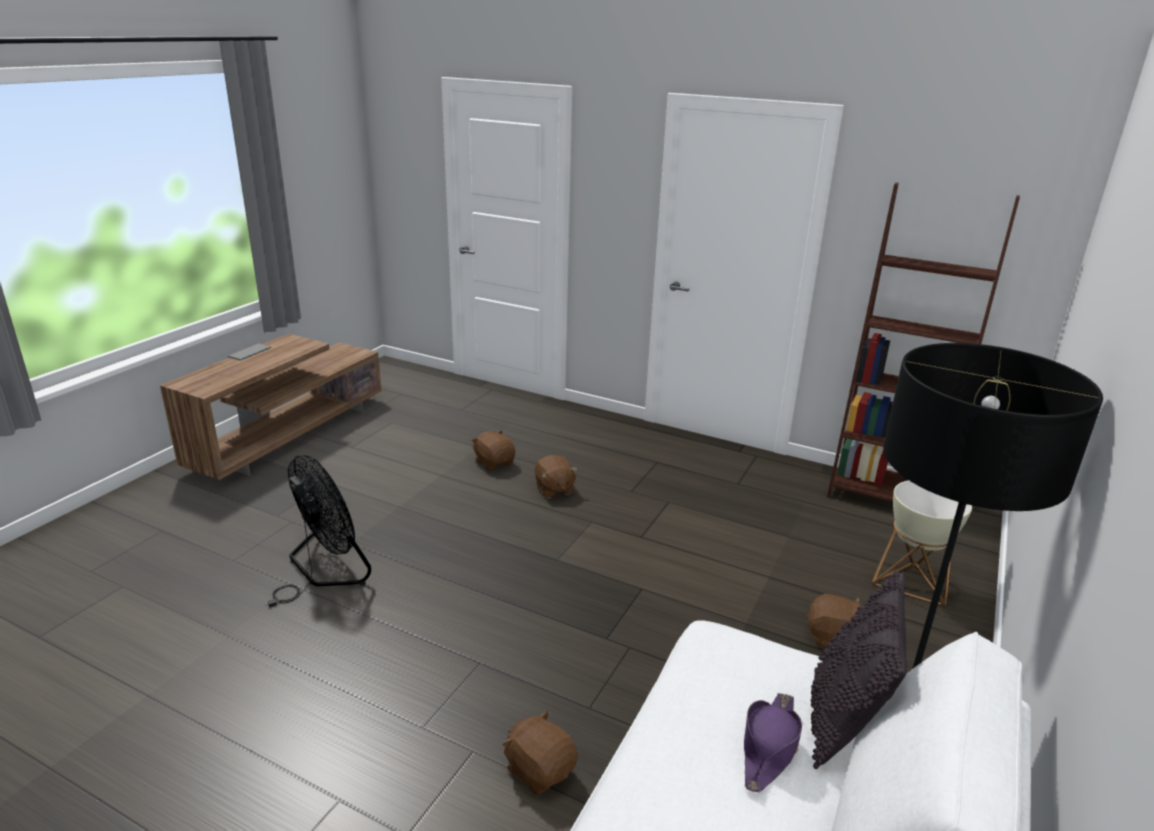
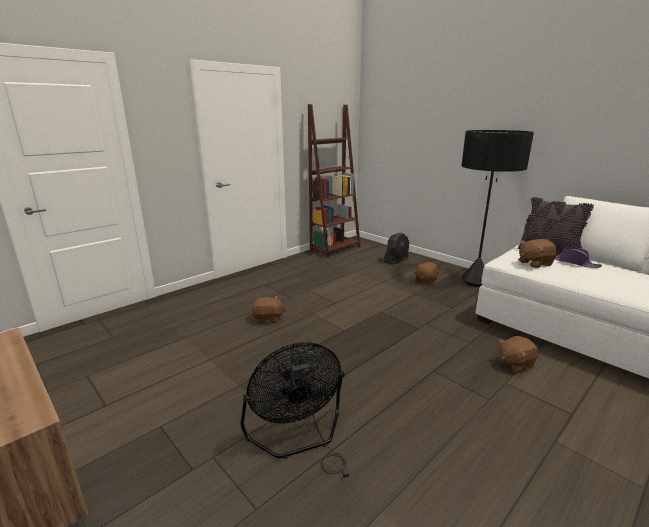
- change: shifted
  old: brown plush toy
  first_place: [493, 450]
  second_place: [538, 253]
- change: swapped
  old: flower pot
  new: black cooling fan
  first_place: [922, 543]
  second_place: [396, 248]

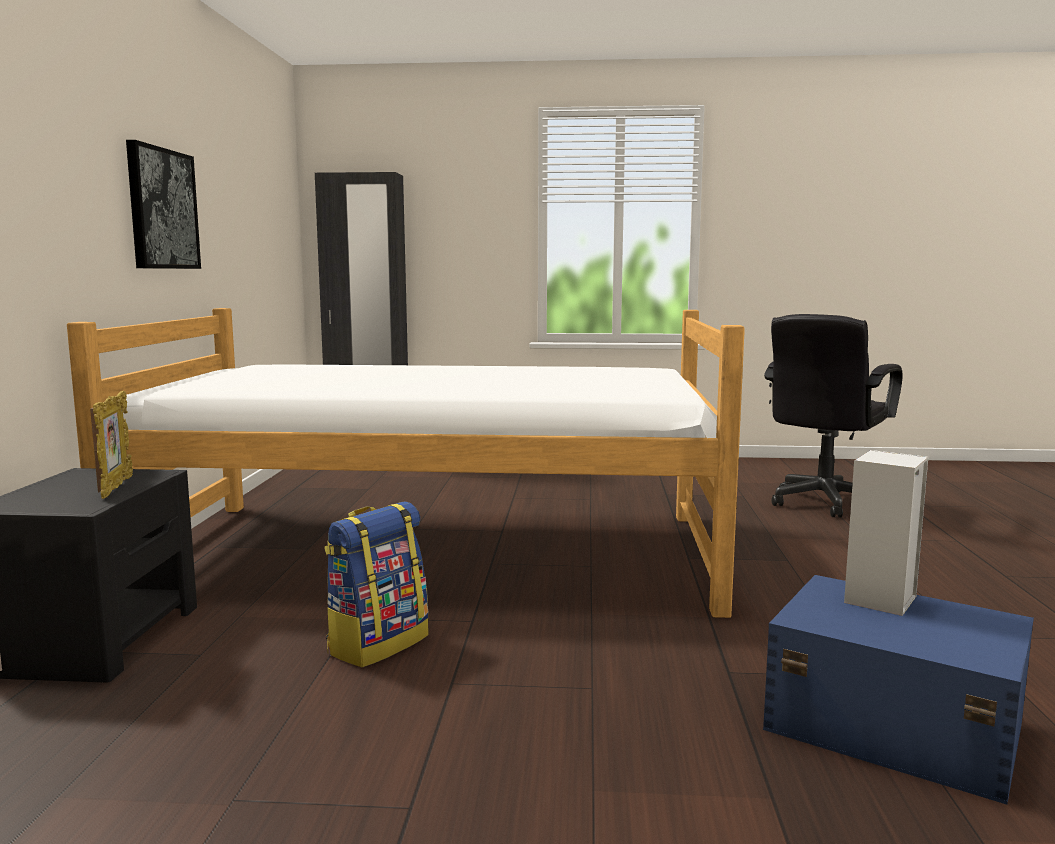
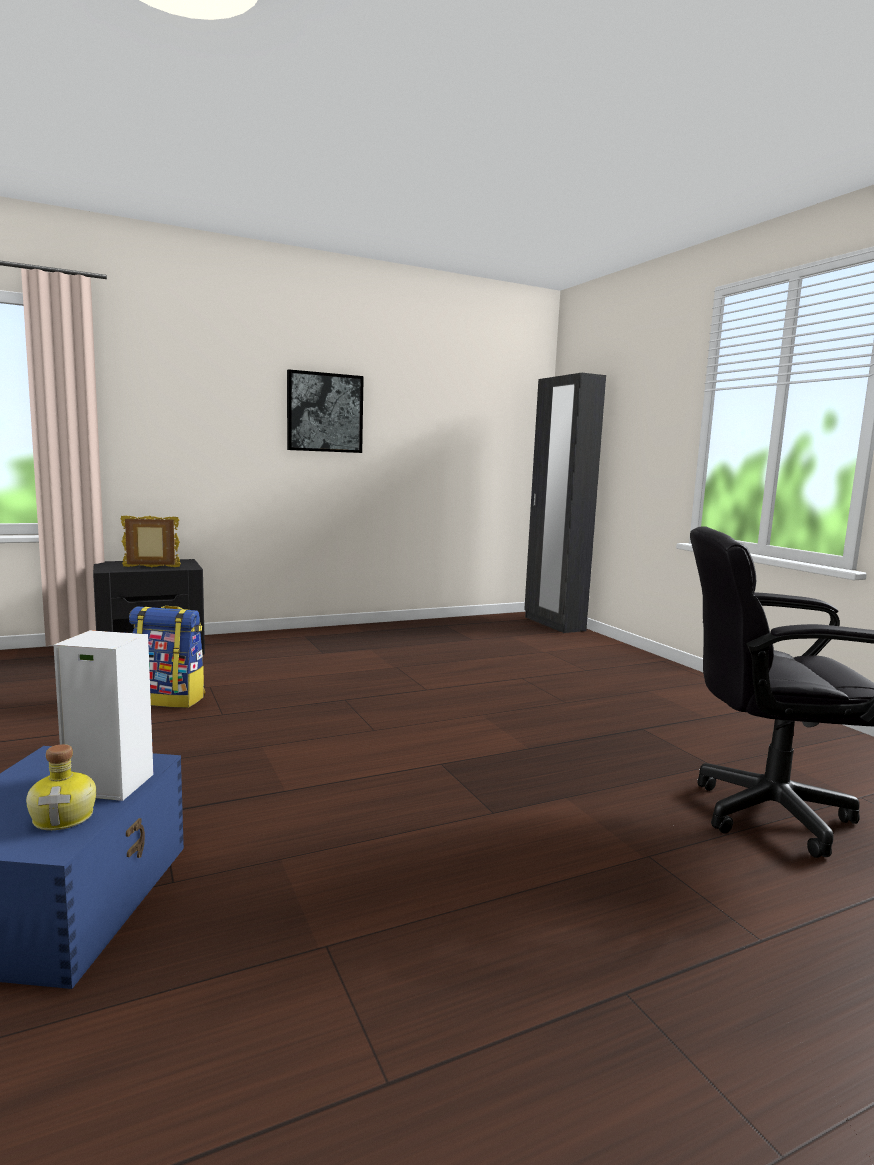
- change: gone
  old: bed
  first_place: [406, 463]
- change: rotated
  old: photo frame
  first_place: [111, 445]
  second_place: [151, 541]
  degrees: -150
- change: new
  new: drink bottle
  second_place: [61, 787]

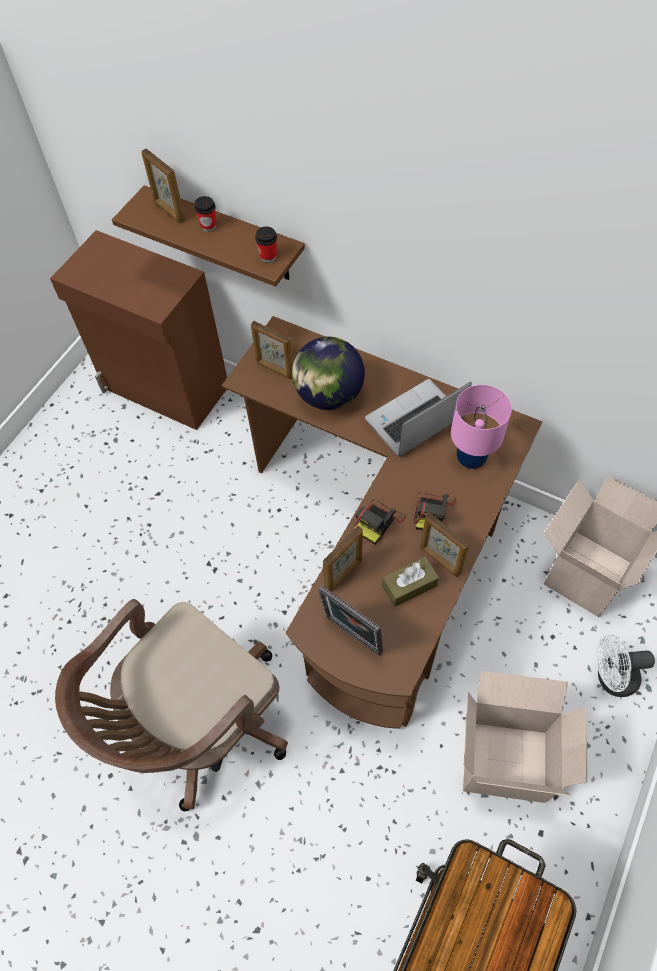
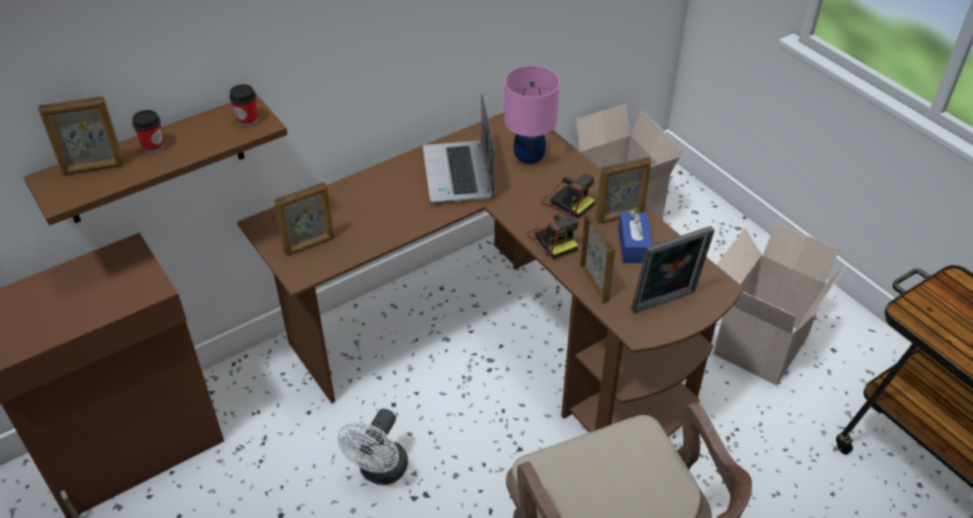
- change: gone
  old: globe
  first_place: [328, 373]
- change: repainted
  old: brown tissue box
  new: bluish tissue box
  first_place: [410, 581]
  second_place: [635, 237]
- change: shifted
  old: white-coloured cooling fan
  first_place: [625, 665]
  second_place: [373, 447]

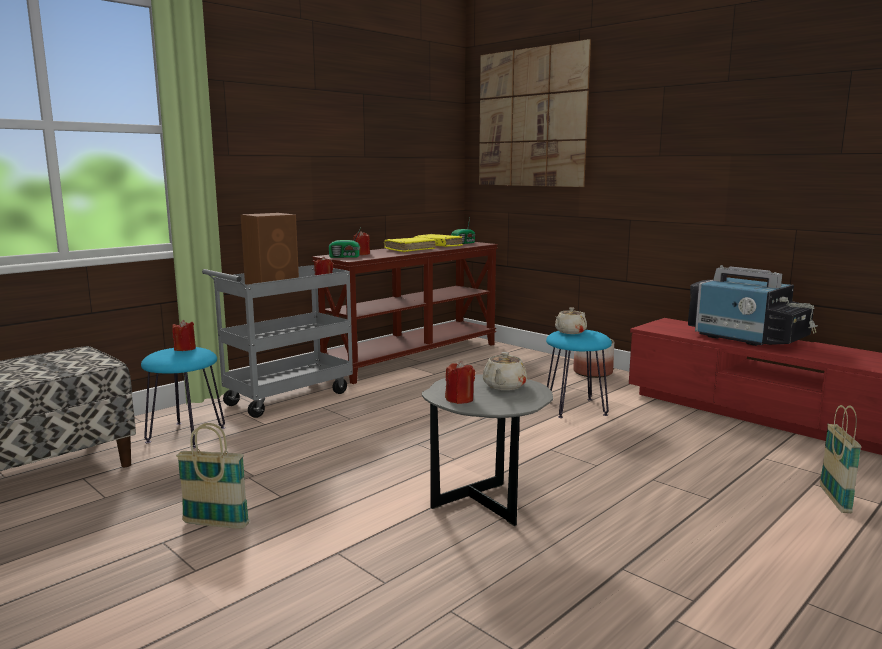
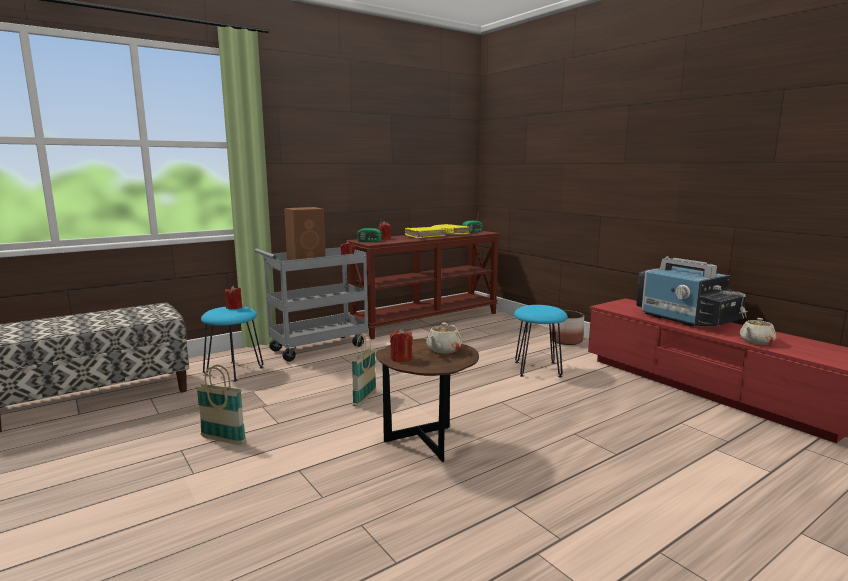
- change: repainted
  old: gray side table
  new: brown side table
  first_place: [487, 450]
  second_place: [427, 400]
- change: gone
  old: picture
  first_place: [535, 113]
- change: shifted
  old: beige pot for tea
  first_place: [571, 320]
  second_place: [757, 331]
- change: shifted
  old: basket
  first_place: [840, 459]
  second_place: [364, 370]

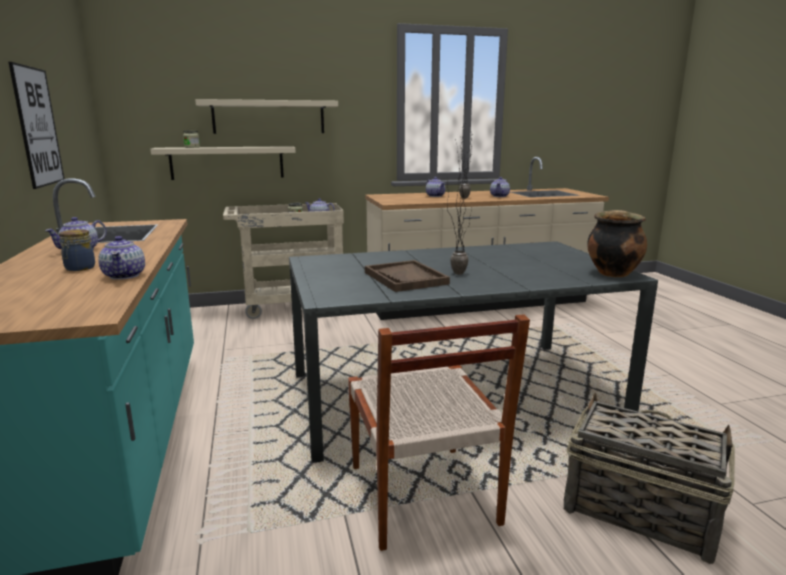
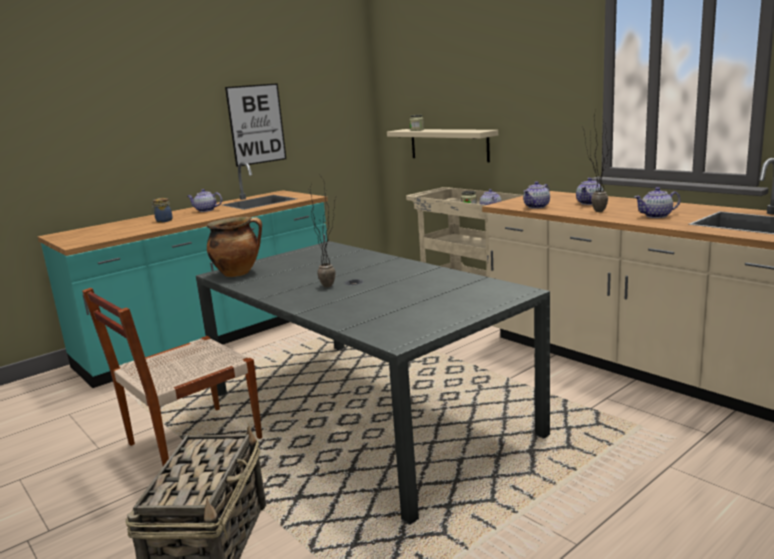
- change: shifted
  old: pot for tea
  first_place: [121, 258]
  second_place: [536, 195]
- change: gone
  old: beige bracket shelf
  first_place: [266, 116]
- change: gone
  old: brown carrying tray
  first_place: [407, 276]
- change: shifted
  old: cooking pot
  first_place: [617, 243]
  second_place: [234, 247]

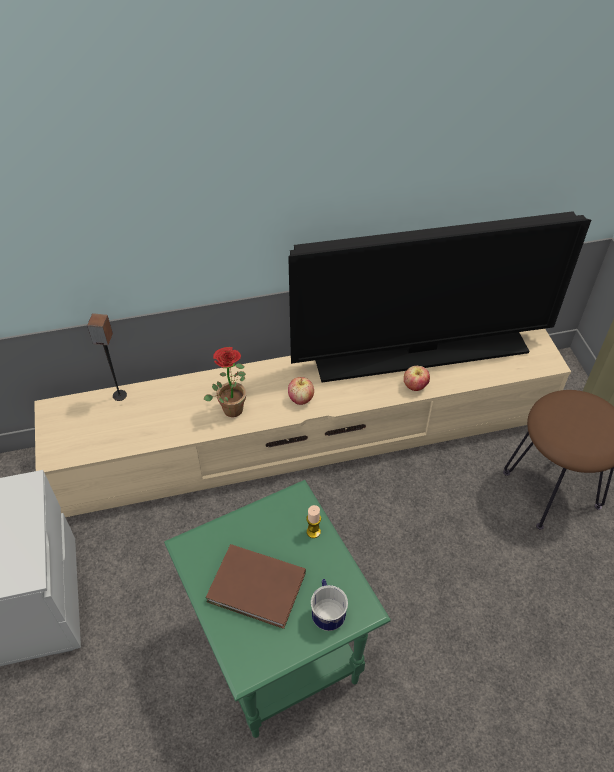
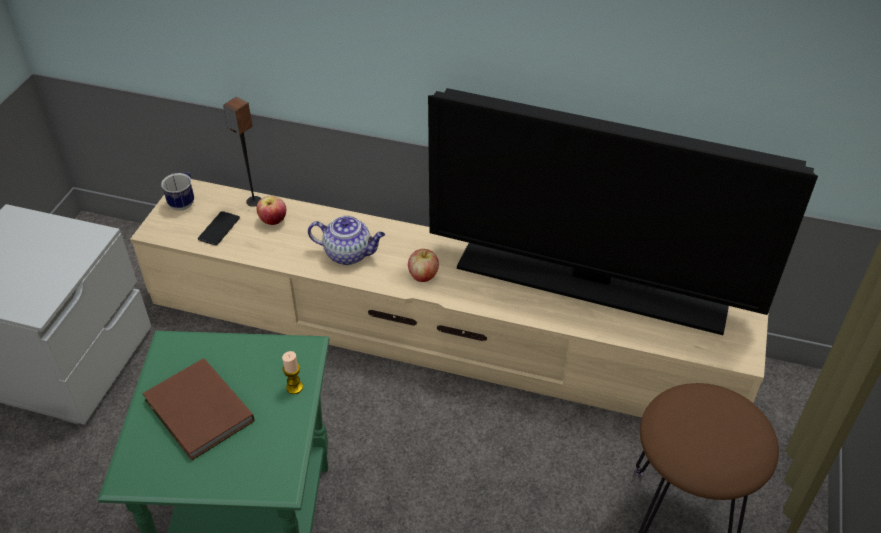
- change: swapped
  old: potted plant
  new: pot for tea
  first_place: [225, 382]
  second_place: [346, 240]
- change: shifted
  old: tea mug
  first_place: [329, 605]
  second_place: [177, 191]
- change: shifted
  old: apple fruit
  first_place: [417, 378]
  second_place: [271, 210]
- change: new
  new: handset
  second_place: [219, 228]

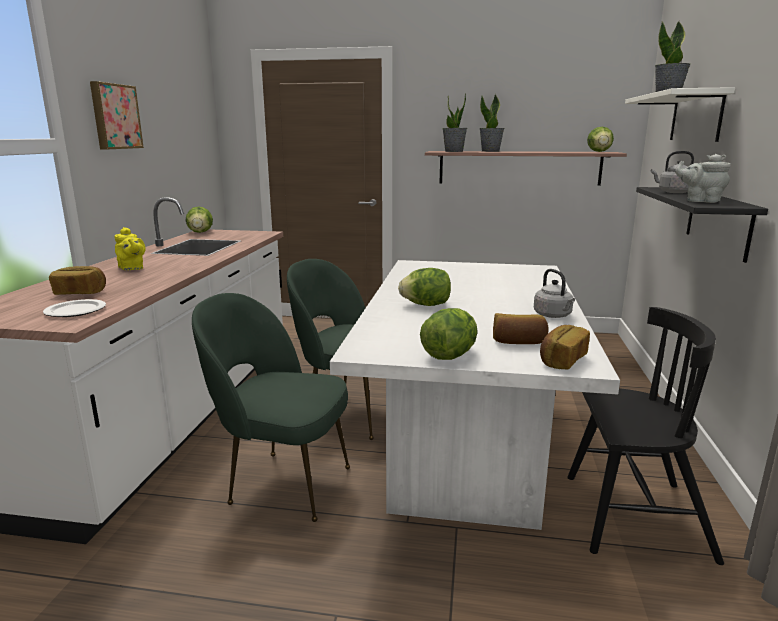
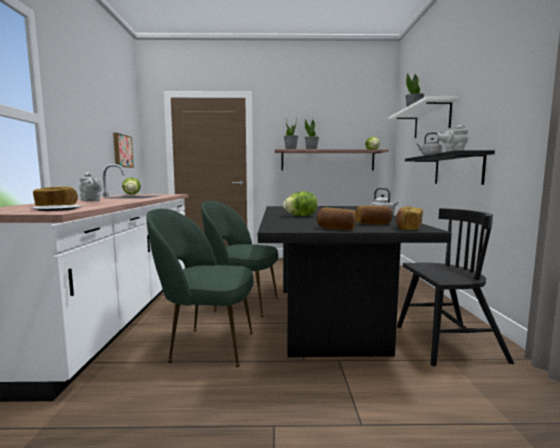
- change: shifted
  old: picture
  first_place: [117, 115]
  second_place: [123, 150]
- change: repainted
  old: yellow pot for tea
  new: gray pot for tea
  first_place: [130, 248]
  second_place: [90, 186]
- change: repainted
  old: white-coloured kitchen table
  new: black kitchen table
  first_place: [475, 395]
  second_place: [355, 281]
- change: swapped
  old: head of lettuce
  new: baked bread
  first_place: [449, 334]
  second_place: [336, 219]

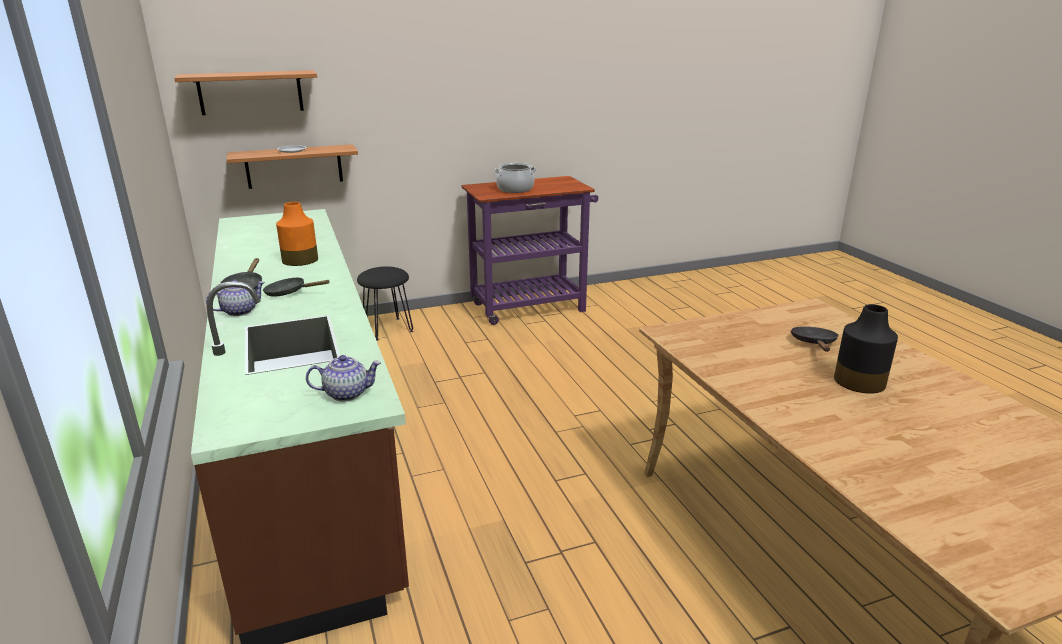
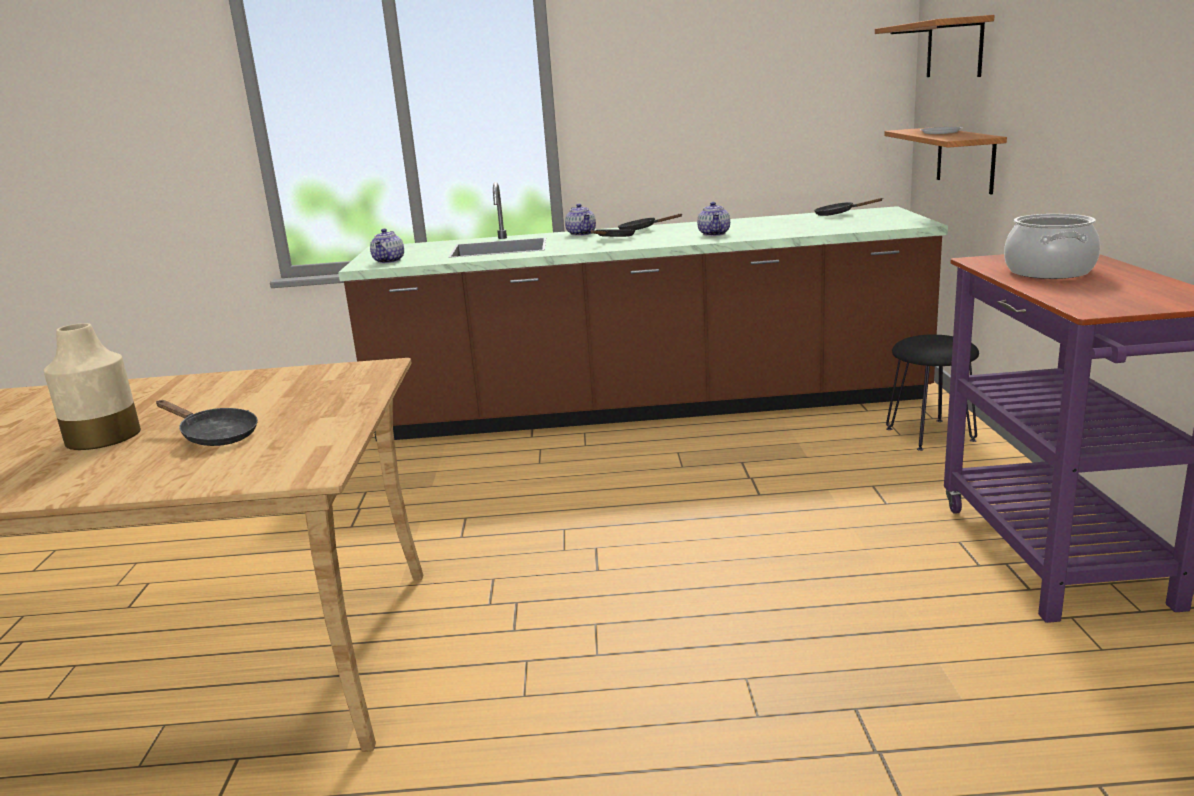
- change: swapped
  old: orangey flower vase
  new: pot for tea
  first_place: [297, 234]
  second_place: [713, 219]
- change: repainted
  old: black flower vase
  new: beige flower vase
  first_place: [866, 349]
  second_place: [92, 386]
- change: new
  new: black skillet
  second_place: [848, 207]

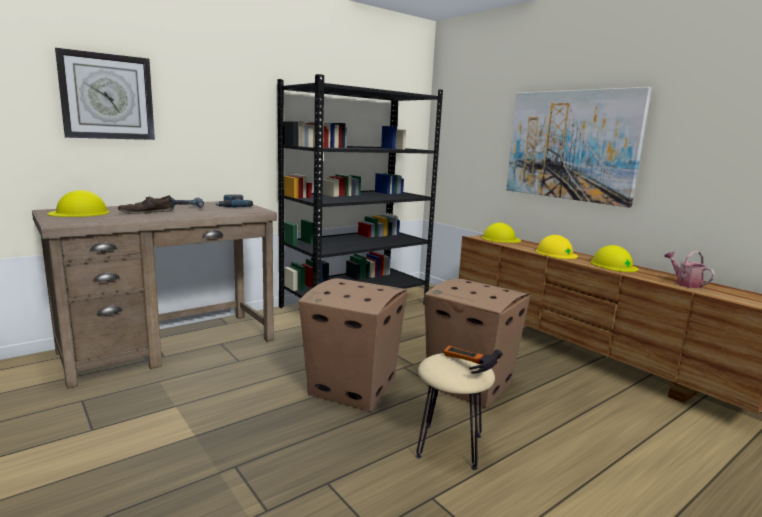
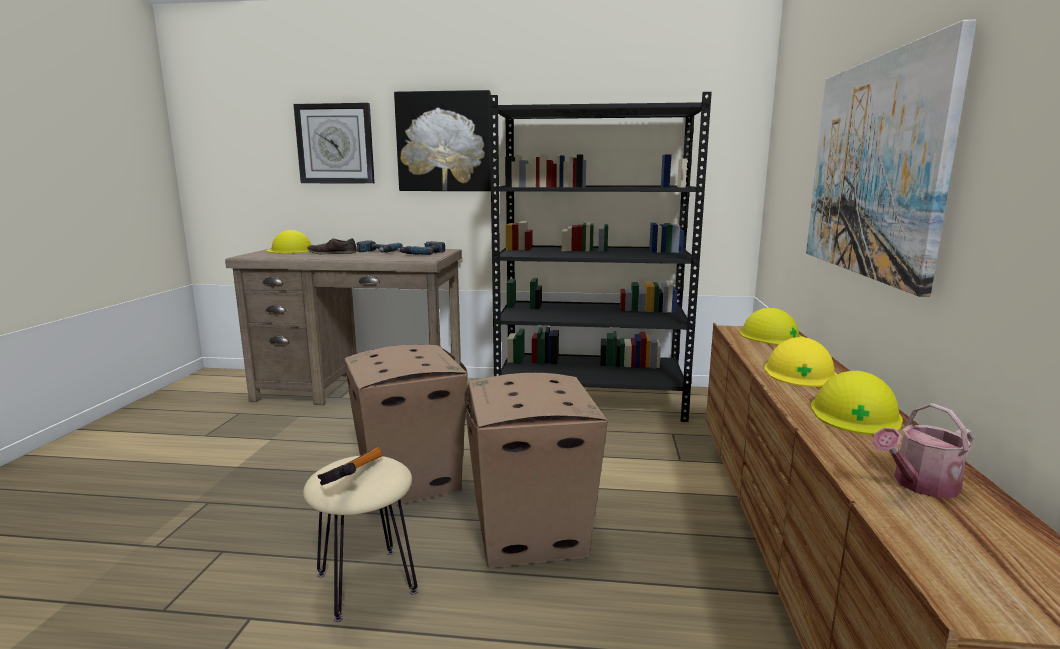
- change: rotated
  old: watering can
  first_place: [689, 269]
  second_place: [923, 450]
  degrees: -135
- change: new
  new: picture
  second_place: [442, 140]

